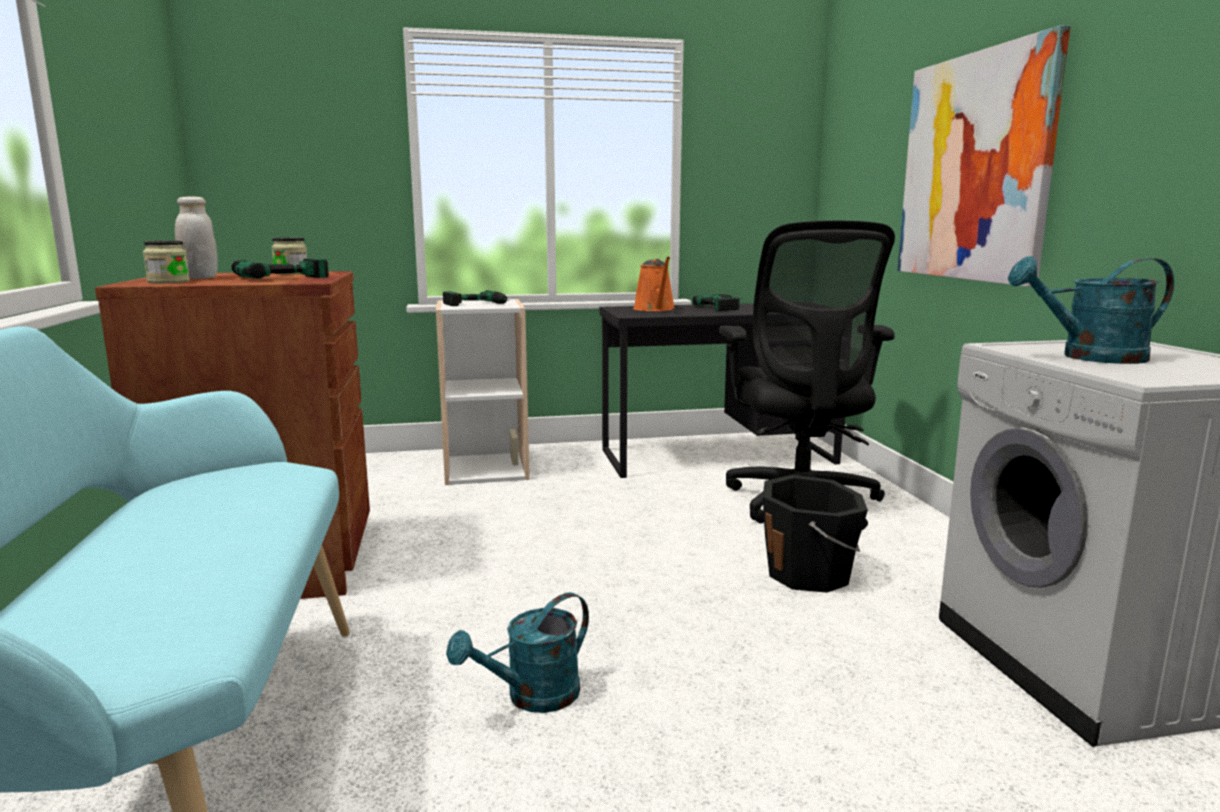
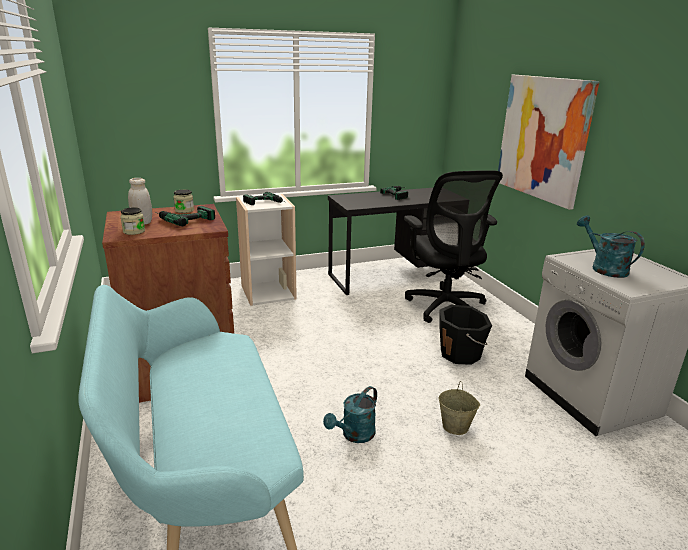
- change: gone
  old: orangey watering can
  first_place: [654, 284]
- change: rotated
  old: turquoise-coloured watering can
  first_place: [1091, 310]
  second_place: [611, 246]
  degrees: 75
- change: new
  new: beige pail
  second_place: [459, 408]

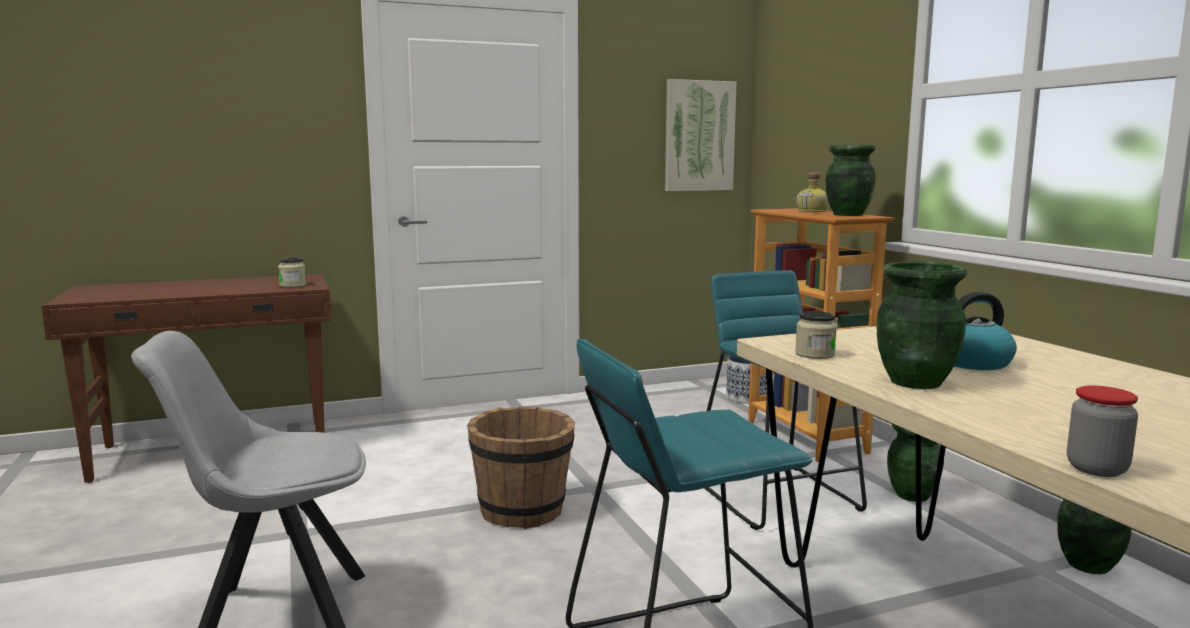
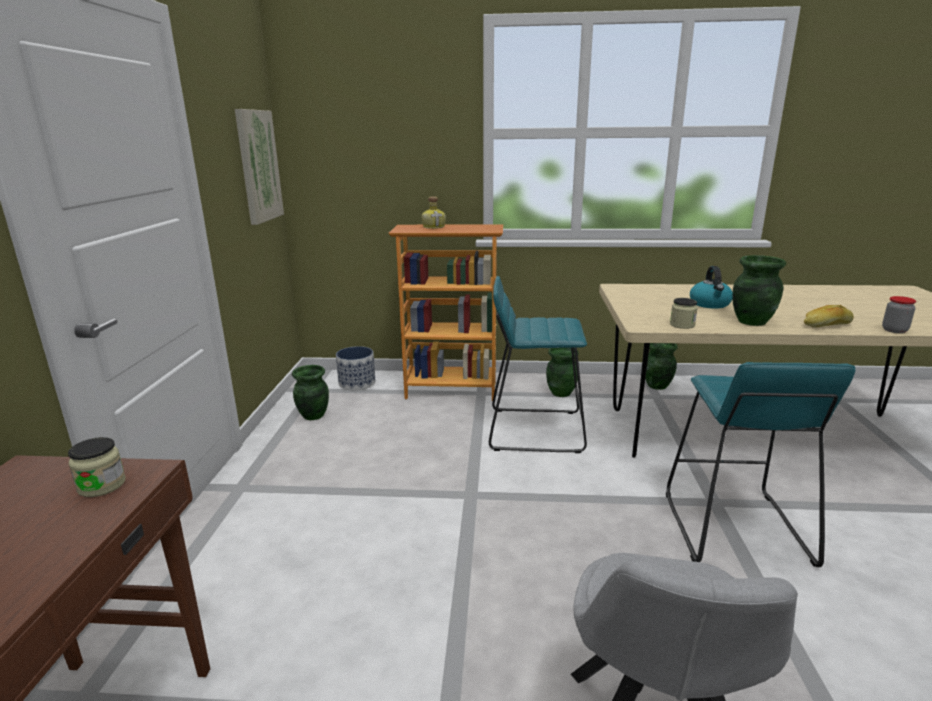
- change: gone
  old: brown pail
  first_place: [521, 467]
- change: shifted
  old: green flower vase
  first_place: [850, 180]
  second_place: [310, 392]
- change: new
  new: baked bread
  second_place: [829, 316]

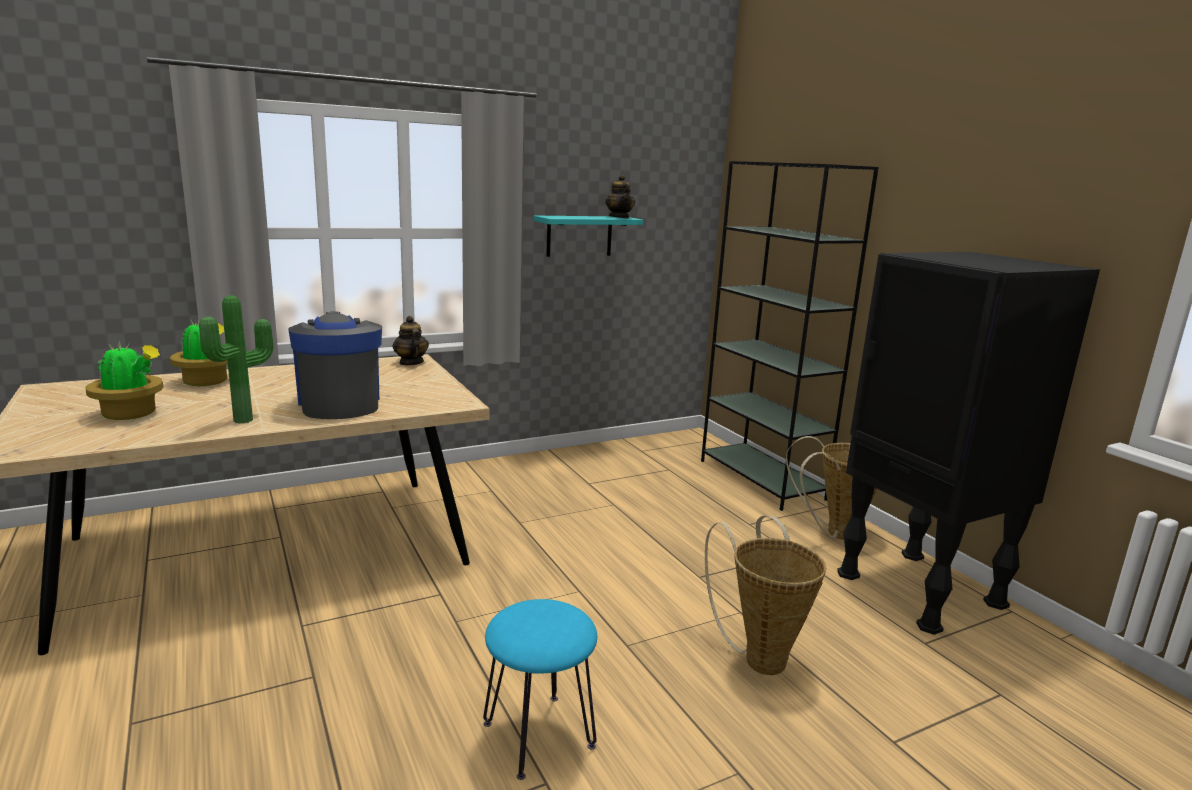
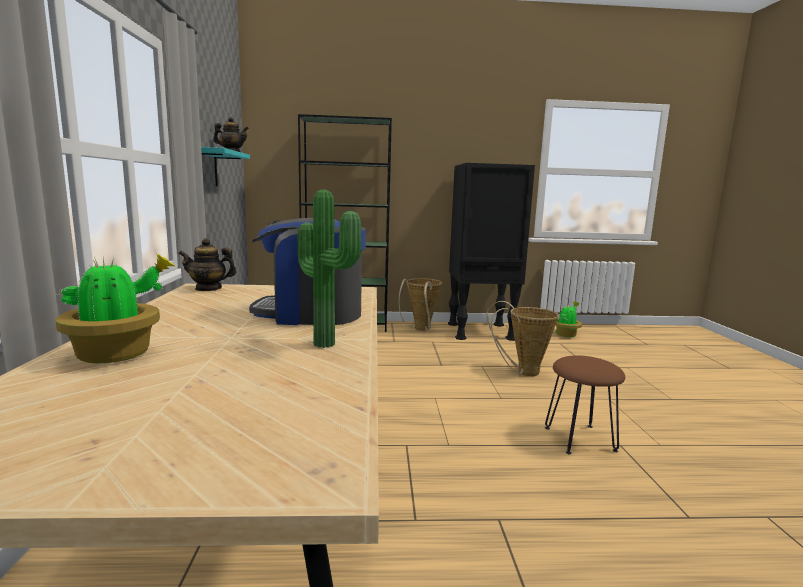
- change: shifted
  old: potted plant
  first_place: [124, 381]
  second_place: [568, 319]
- change: repainted
  old: turquoise-coloured stool
  new: brown stool
  first_place: [540, 689]
  second_place: [585, 404]

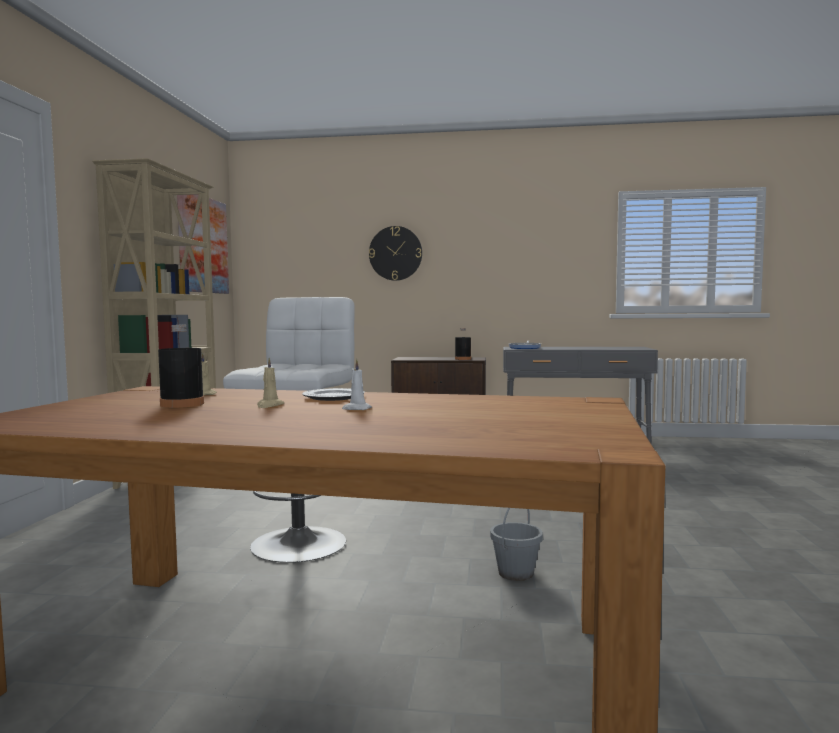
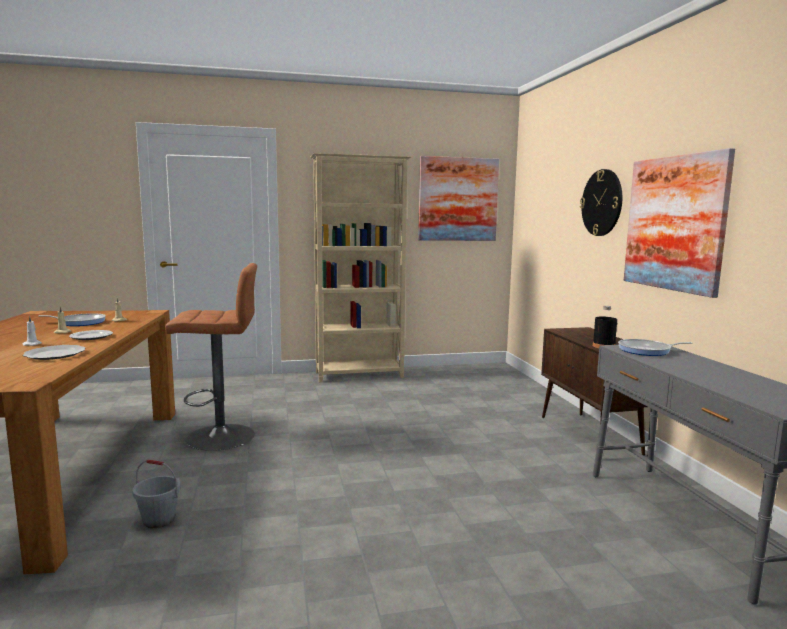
- change: swapped
  old: black drink bottle
  new: skillet
  first_place: [181, 366]
  second_place: [72, 319]
- change: repainted
  old: white-coloured stool
  new: brown stool
  first_place: [289, 430]
  second_place: [211, 357]
- change: new
  new: flat dish
  second_place: [54, 352]
- change: new
  new: picture
  second_place: [679, 223]

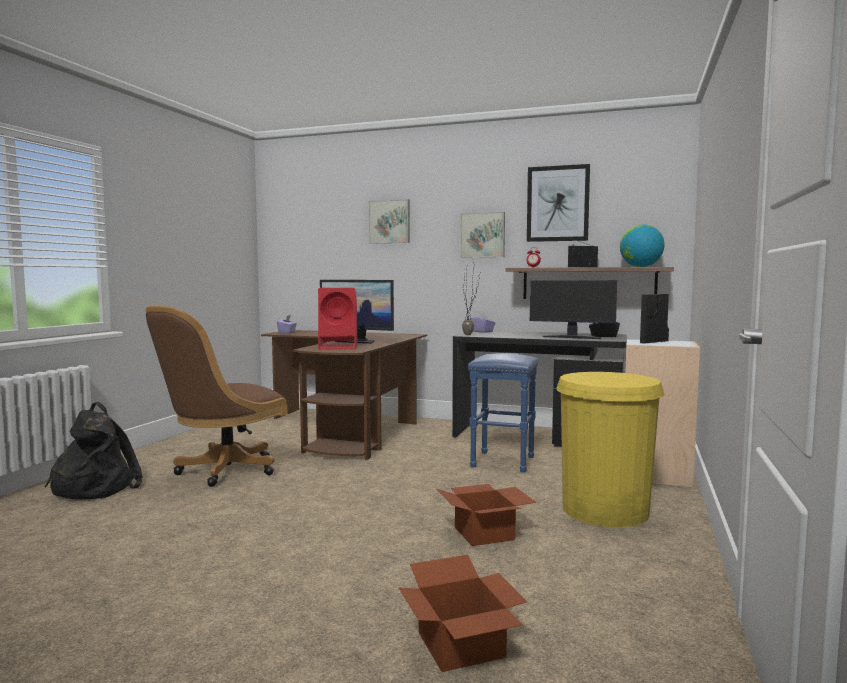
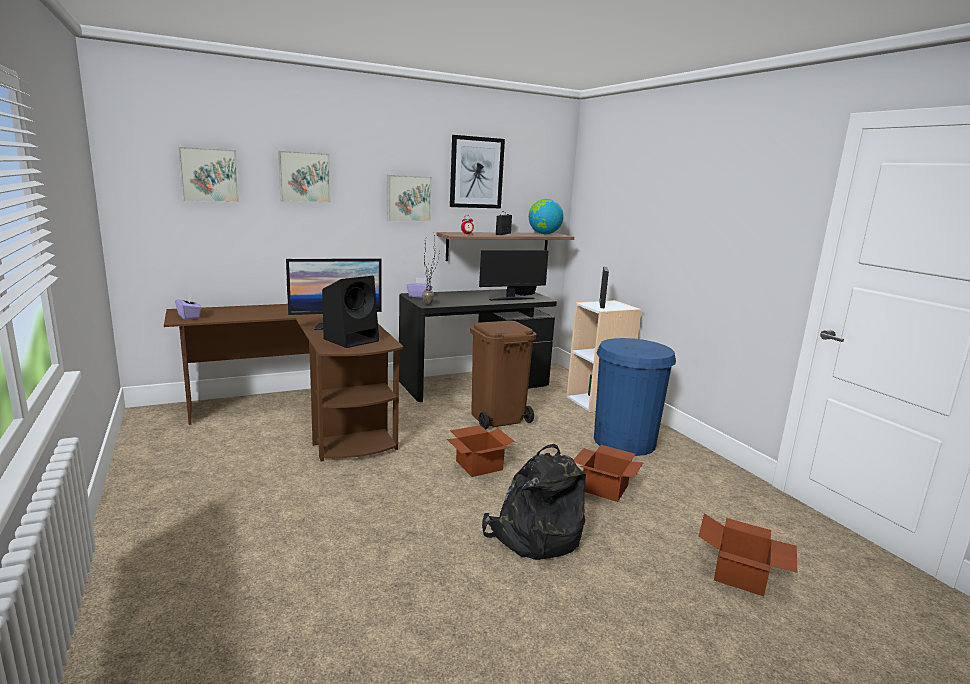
- change: shifted
  old: black knapsack
  first_place: [94, 451]
  second_place: [534, 502]
- change: gone
  old: brown office chair
  first_place: [217, 396]
- change: repainted
  old: red speaker
  new: black speaker
  first_place: [337, 318]
  second_place: [350, 312]
- change: swapped
  old: bluish stool
  new: brown waste bin
  first_place: [503, 413]
  second_place: [503, 375]
- change: repainted
  old: yellow waste bin
  new: bluish waste bin
  first_place: [610, 450]
  second_place: [635, 397]
- change: new
  new: picture
  second_place: [208, 175]
- change: new
  new: cardboard box
  second_place: [481, 451]

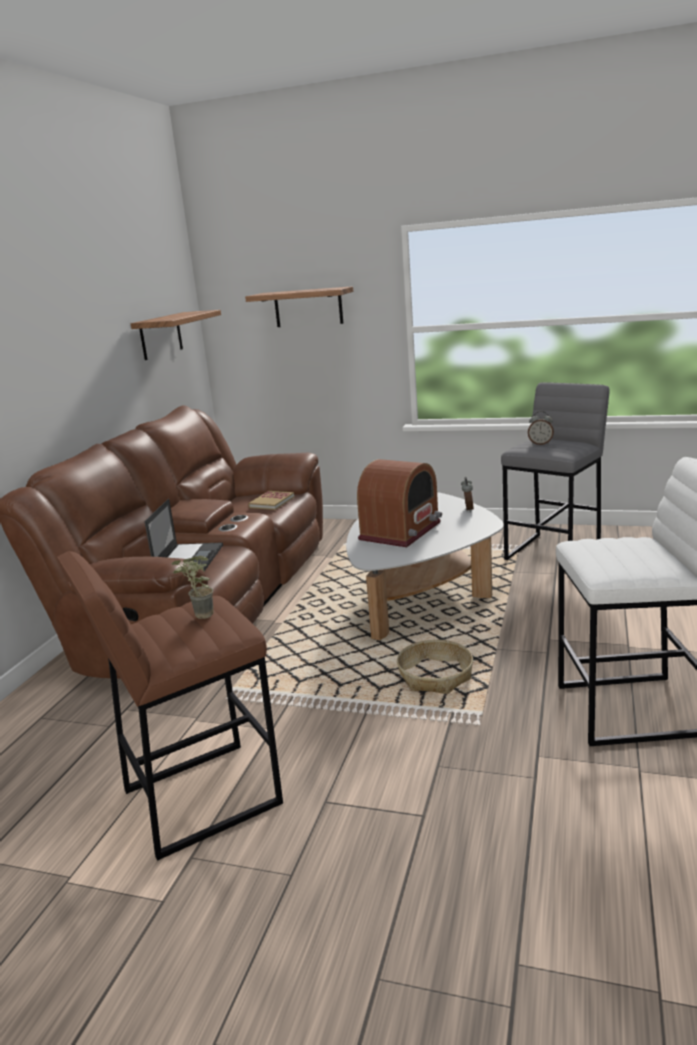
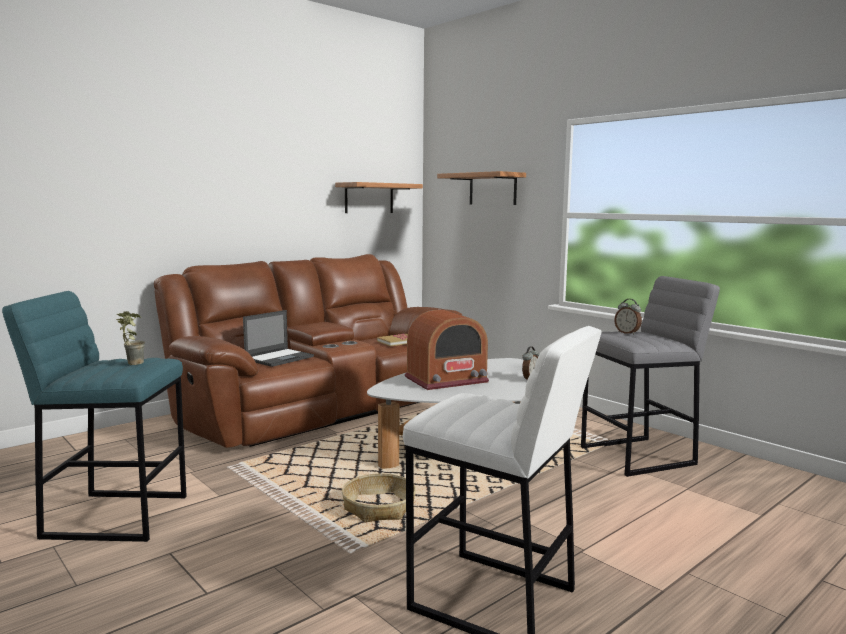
- change: repainted
  old: brown stool
  new: turquoise-coloured stool
  first_place: [170, 706]
  second_place: [94, 416]

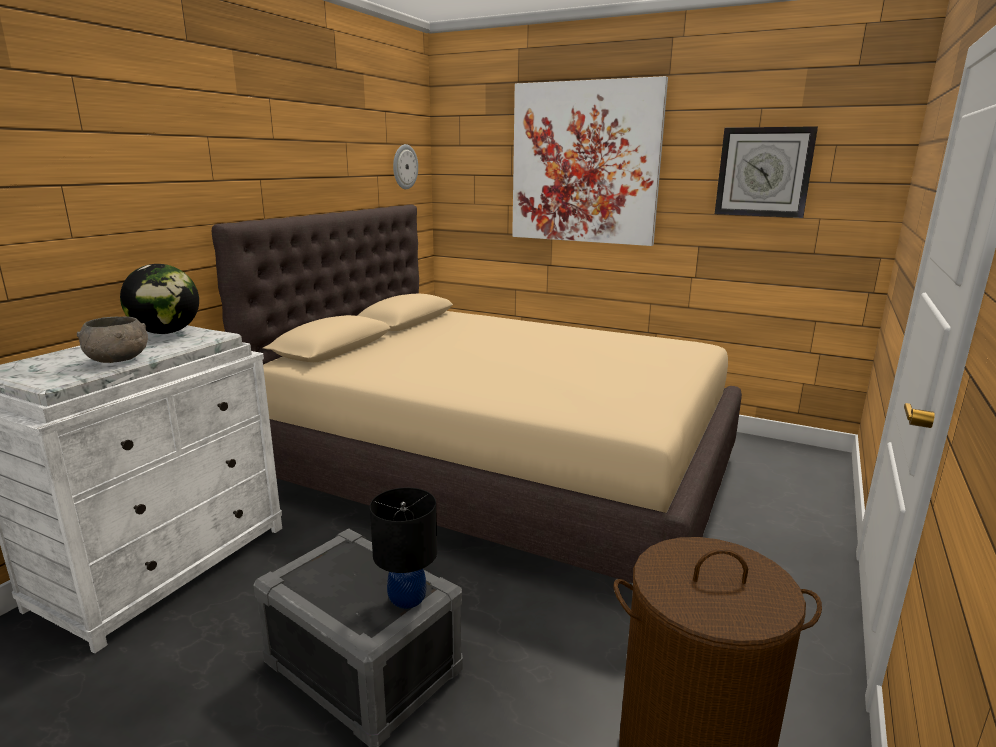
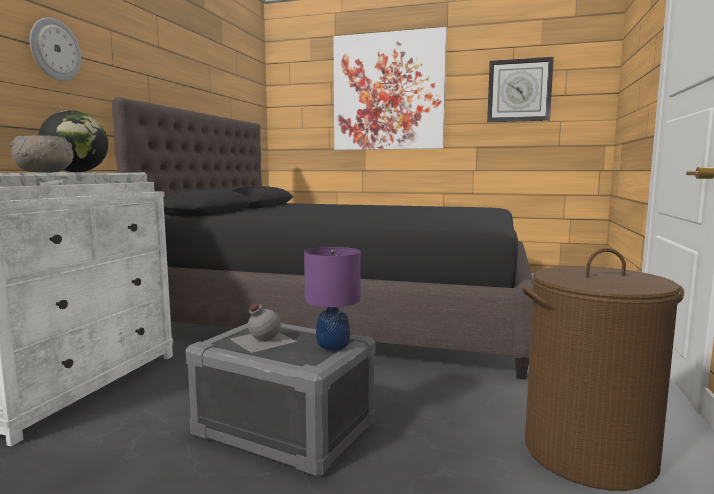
- change: repainted
  old: beige bed
  new: black bed
  first_place: [477, 394]
  second_place: [323, 238]
- change: repainted
  old: black tabletop lamp
  new: purple-coloured tabletop lamp
  first_place: [403, 548]
  second_place: [332, 299]
- change: shifted
  old: hanging clock
  first_place: [405, 166]
  second_place: [55, 49]
- change: new
  new: gray drink bottle
  second_place: [263, 328]

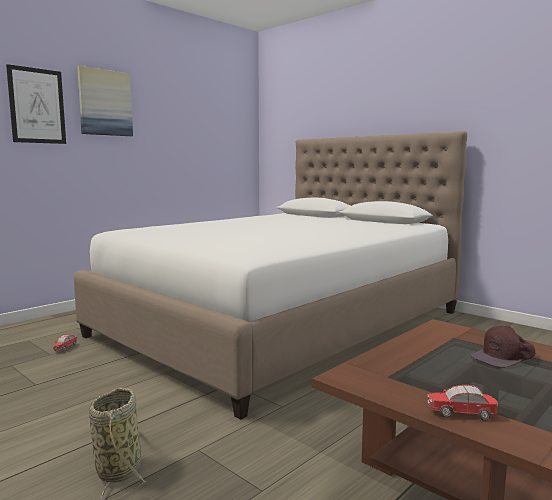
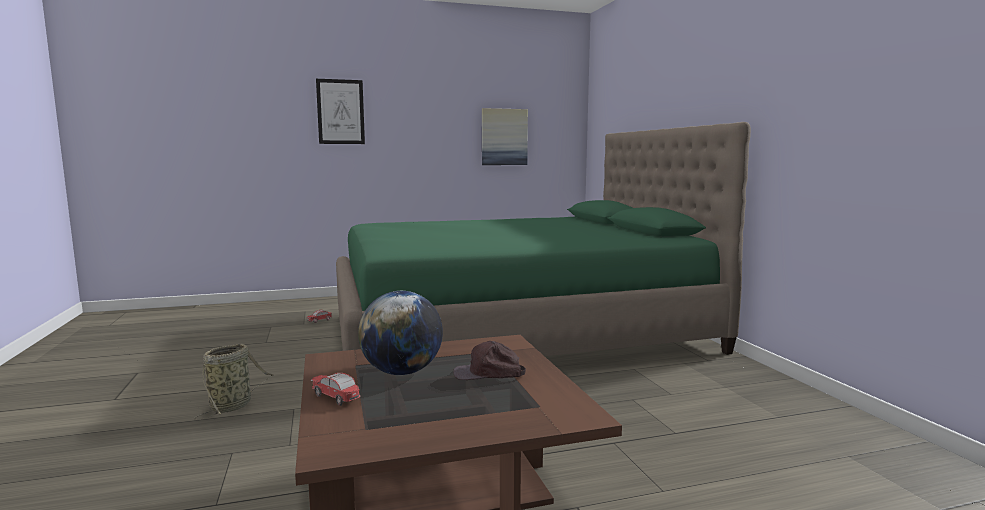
- change: repainted
  old: white-coloured bed
  new: green bed
  first_place: [270, 275]
  second_place: [543, 239]
- change: shifted
  old: picture
  first_place: [105, 101]
  second_place: [505, 136]
- change: new
  new: globe
  second_place: [400, 333]

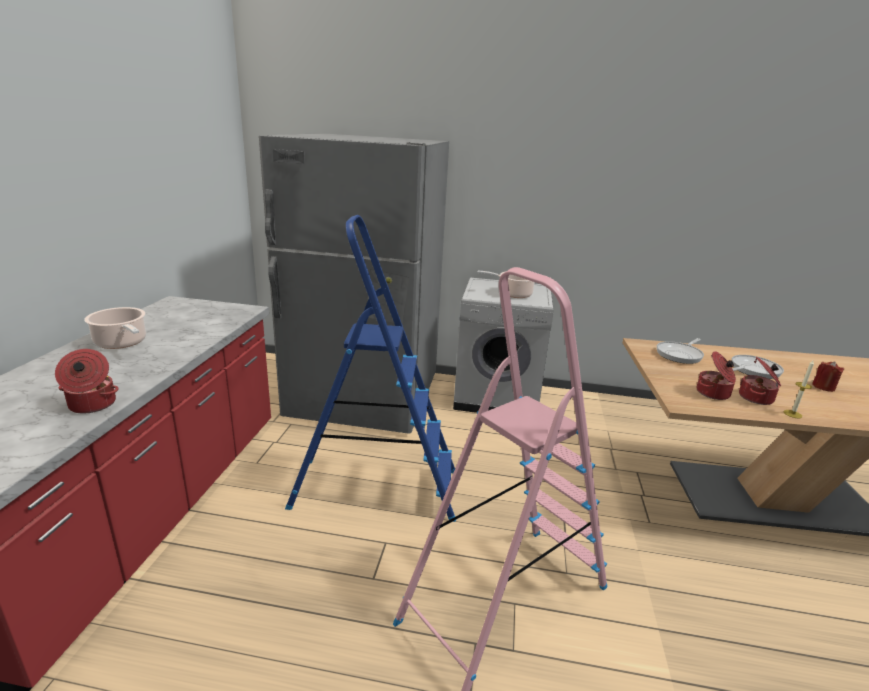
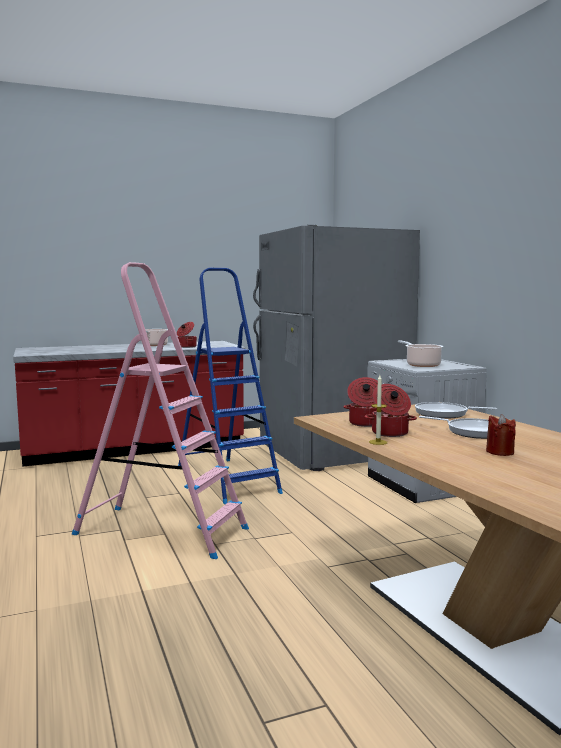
- change: shifted
  old: cooking pot
  first_place: [87, 381]
  second_place: [187, 335]

